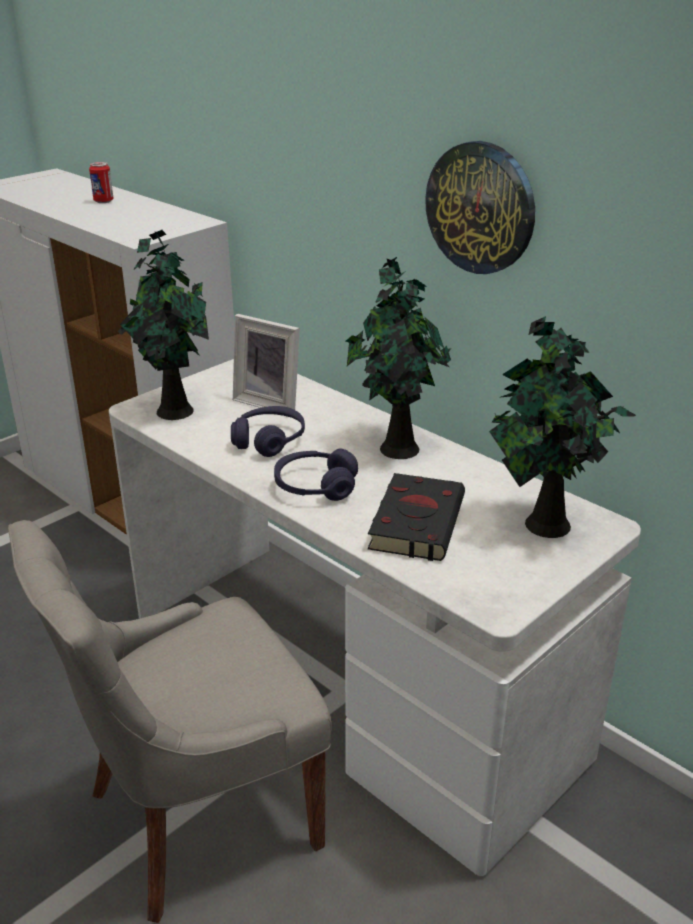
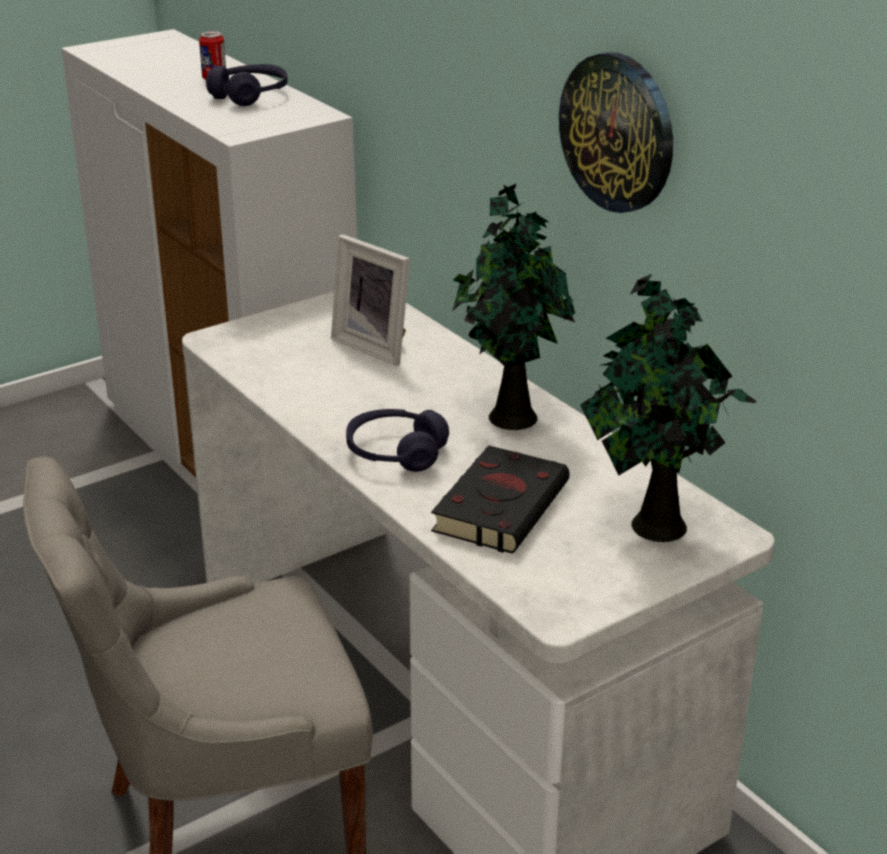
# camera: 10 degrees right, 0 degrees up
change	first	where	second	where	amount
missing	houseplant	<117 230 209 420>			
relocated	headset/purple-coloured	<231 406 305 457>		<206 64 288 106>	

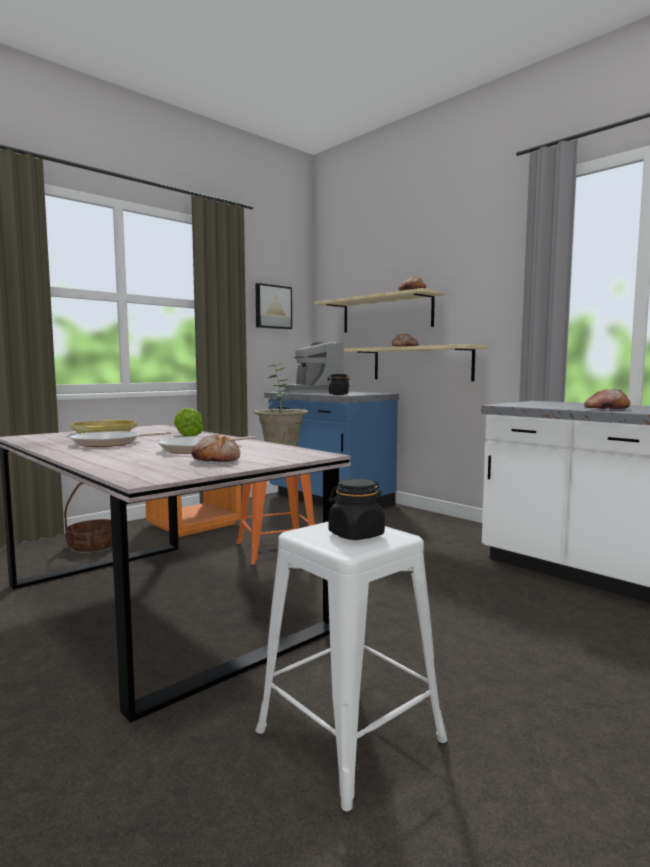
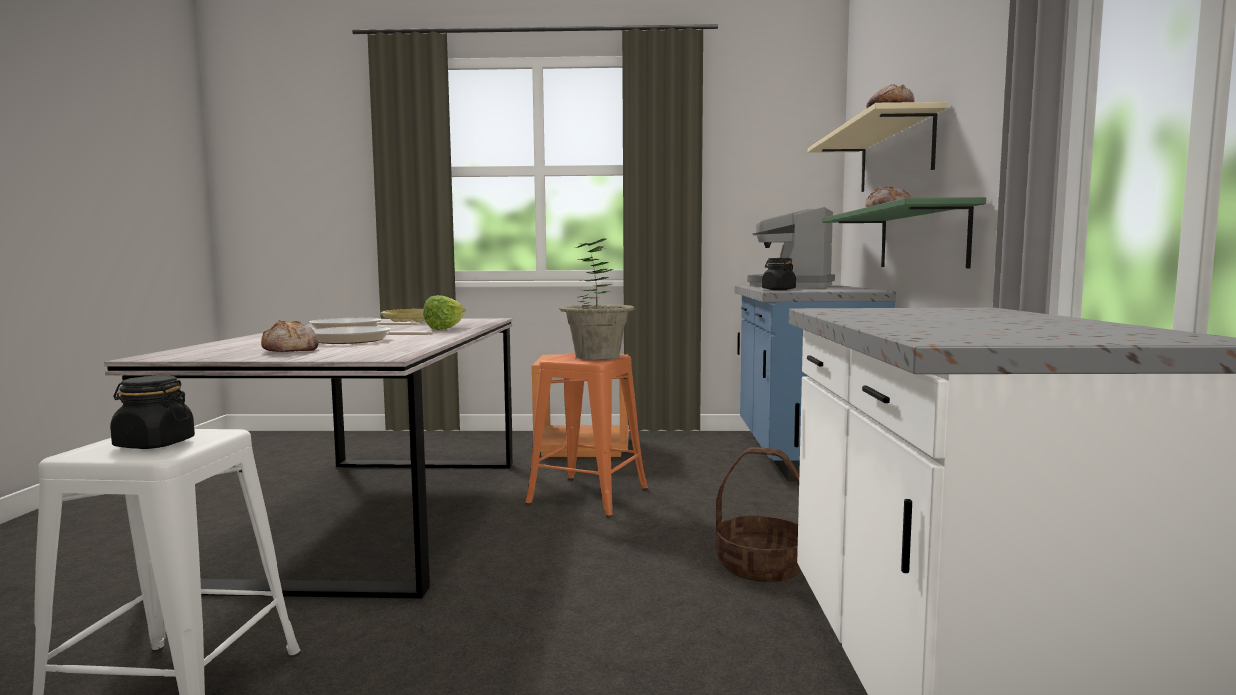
# camera: 45 degrees right, 0 degrees up
change	first	where	second	where	amount
missing	wall picture	<256 283 292 329>			
missing	baked bread	<584 389 630 409>			
relocated	storage basket	<64 482 112 552>		<716 447 801 582>	
colour	bracket shelf/beige	<344 344 487 381>	bracket shelf/green	<822 197 986 268>	

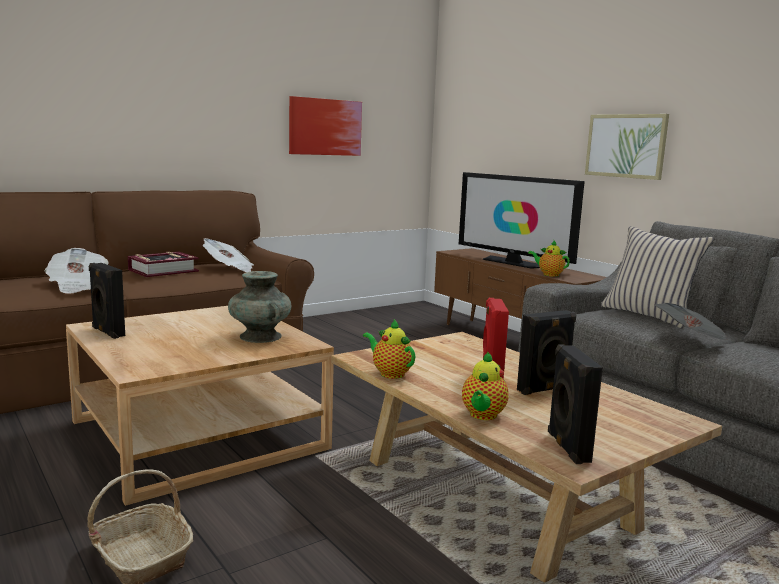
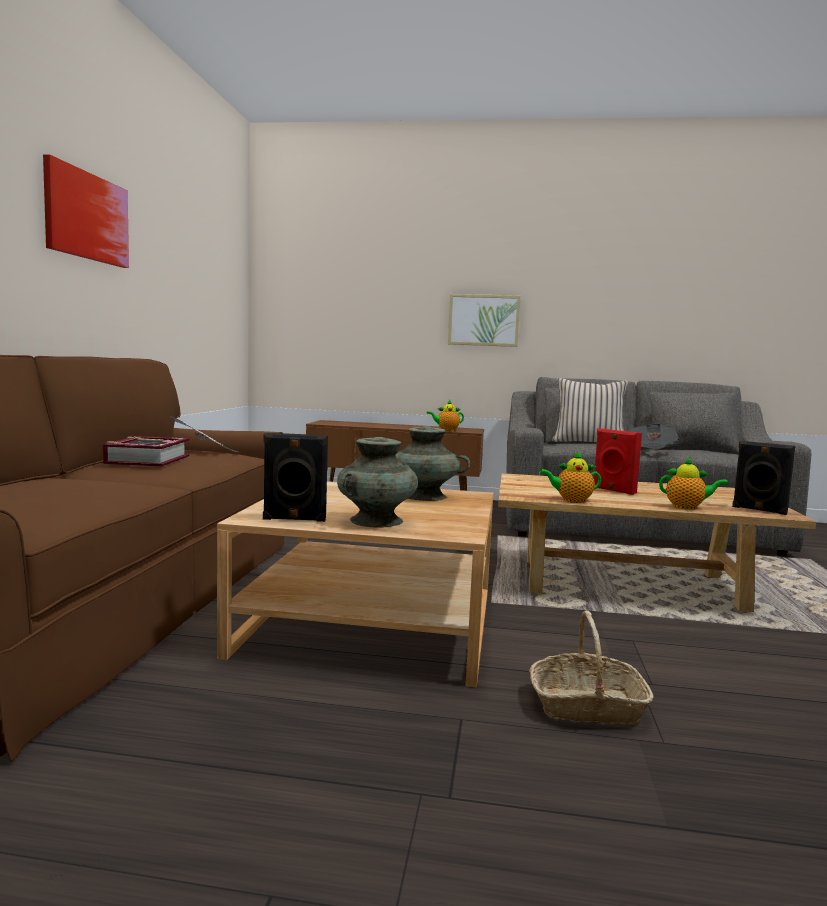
# camera: 45 degrees left, 5 degrees down
change	first	where	second	where	amount
missing	daily paper	<45 248 109 293>			
missing	television	<459 172 585 269>			
missing	speaker/blackish	<517 310 577 395>			
appeared			vase/blue-green	<337 437 418 528>	
relocated	wall picture	<289 96 362 156>		<43 154 129 268>	
spun	tea pot	<462 352 509 420>		<659 457 729 510>	45 degrees counterclockwise

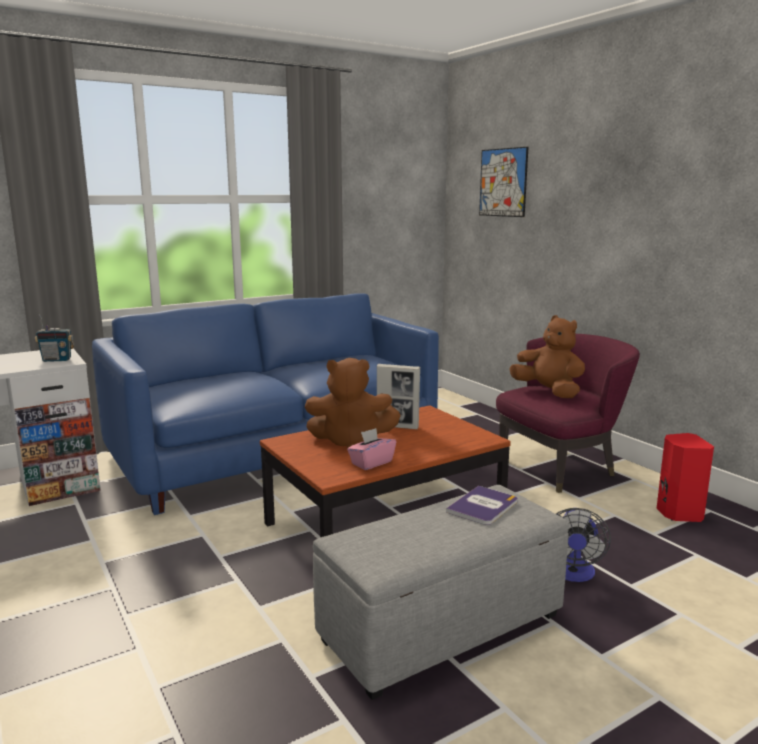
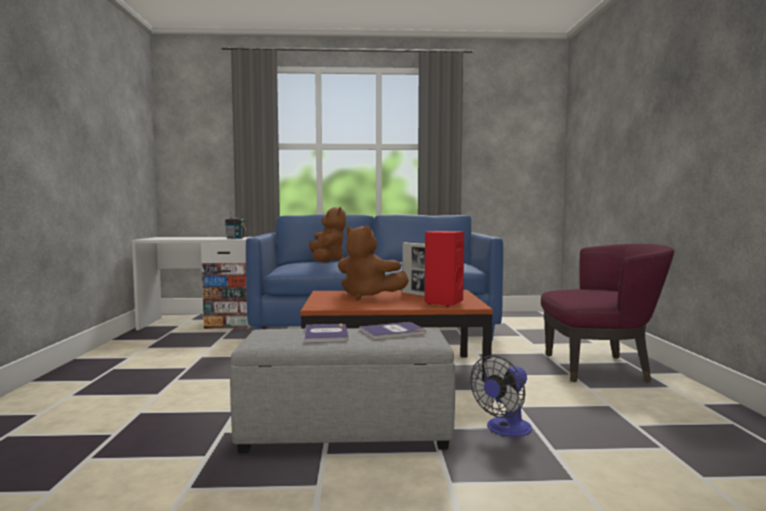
# camera: 30 degrees right, 10 degrees down
change	first	where	second	where	amount
missing	tissue box/pink-coloured	<347 428 396 470>			
missing	wall picture	<479 147 528 217>			
appeared			volume	<304 324 349 343>	
relocated	plush toy/brown	<509 315 585 398>		<309 206 346 262>	
relocated	speaker/reddish	<656 433 714 522>		<425 231 464 307>	

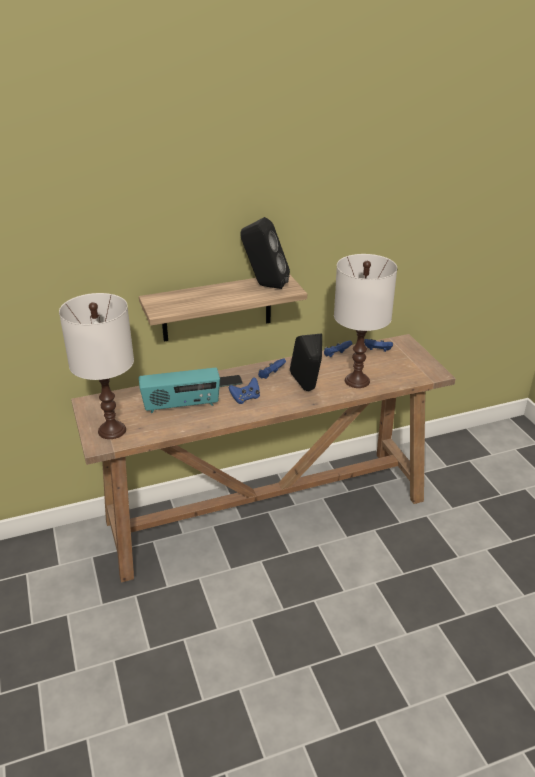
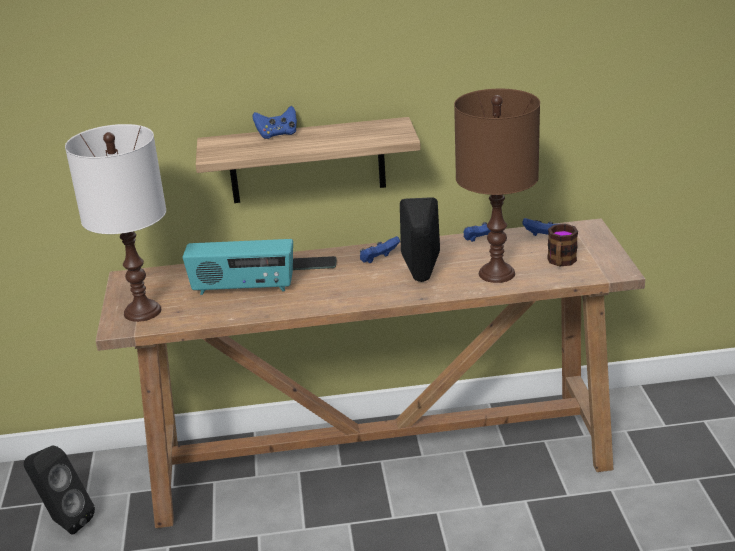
# camera: 15 degrees right, 5 degrees down
change	first	where	second	where	amount
appeared			mug	<547 224 578 266>	
relocated	gamepad/blue-coloured	<229 377 260 404>		<253 106 297 139>	
relocated	speaker/blackish	<240 217 290 289>		<24 445 95 534>	
colour	table lamp/white	<334 254 397 388>	table lamp/brown	<454 89 540 283>	

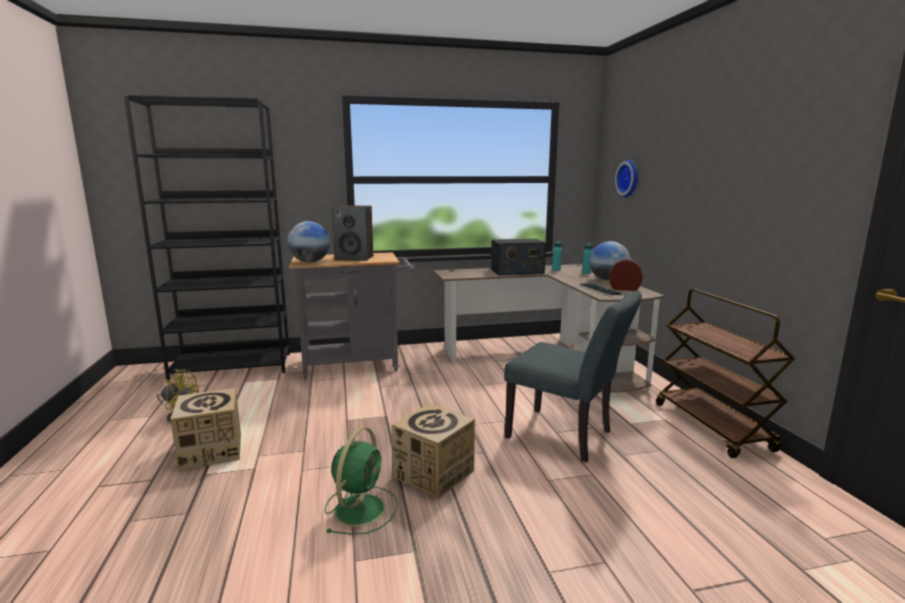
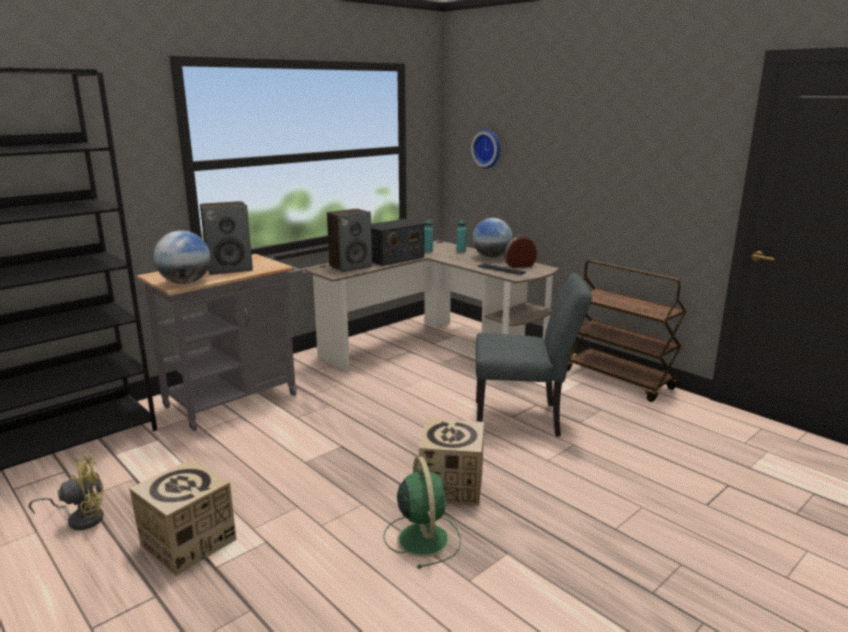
# camera: 30 degrees left, 5 degrees up
change	first	where	second	where	amount
appeared			speaker	<327 209 372 272>	

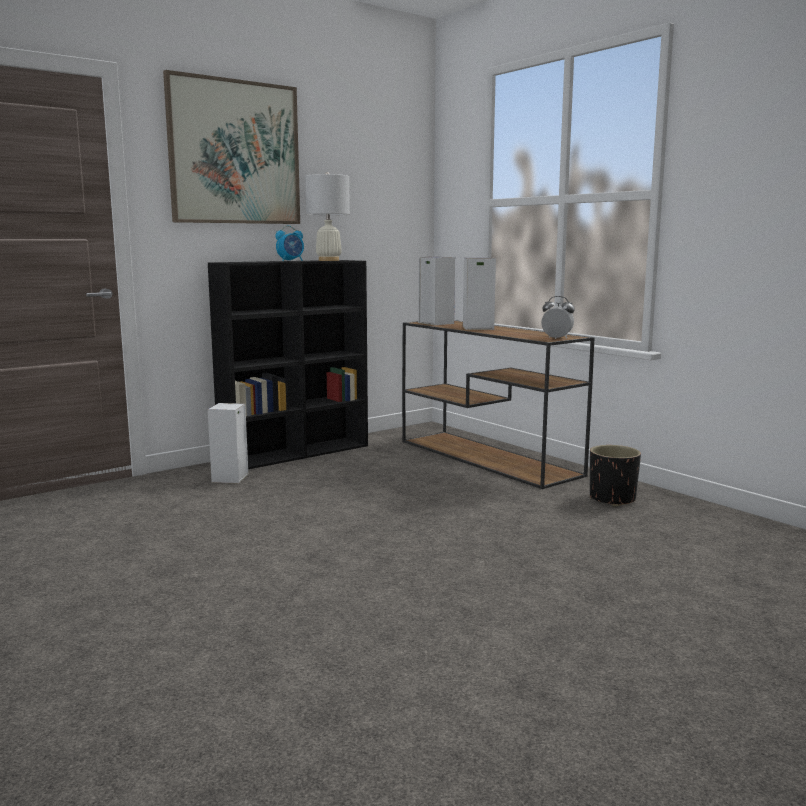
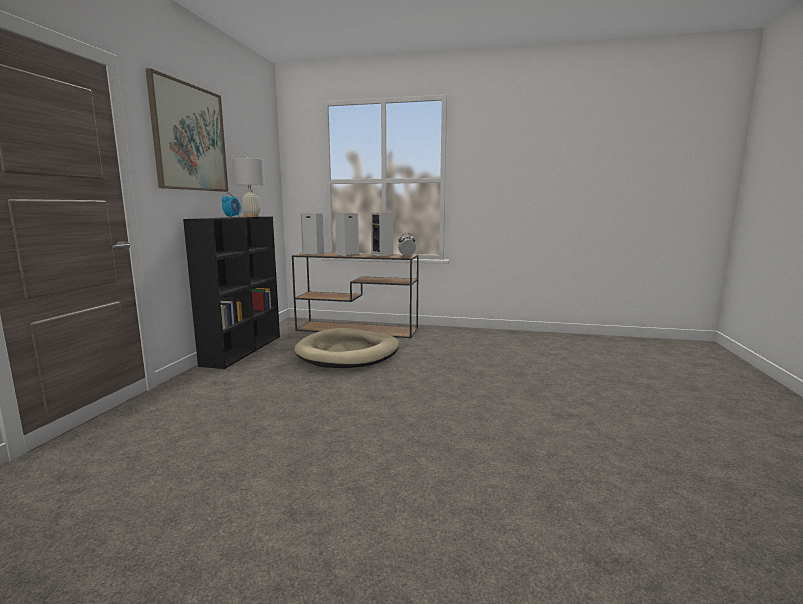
# camera: 40 degrees left, 0 degrees up
change	first	where	second	where	amount
missing	flower pot/blackish	<590 445 641 507>			
appeared			dog cushion/beige	<294 328 399 368>	
relocated	speaker	<208 403 248 483>		<371 214 393 256>	

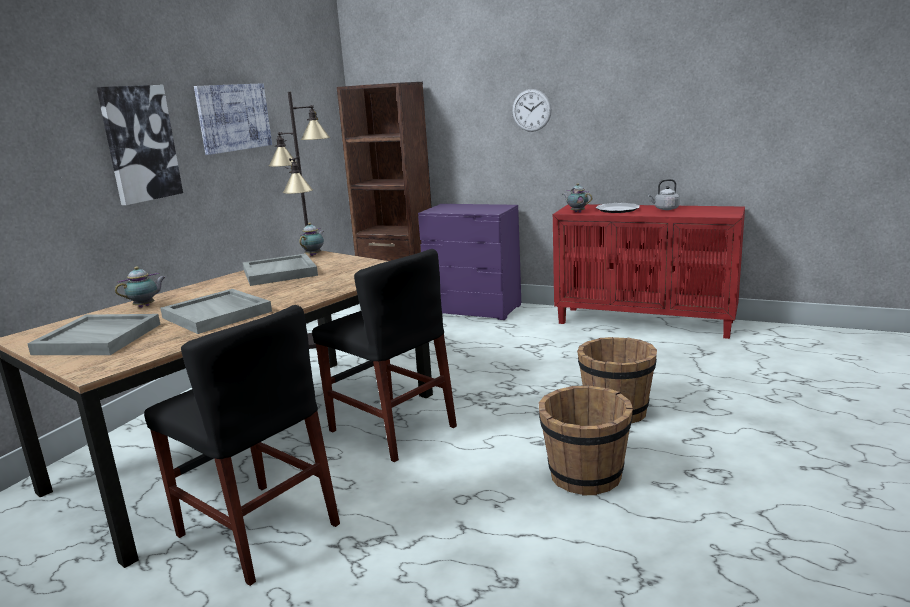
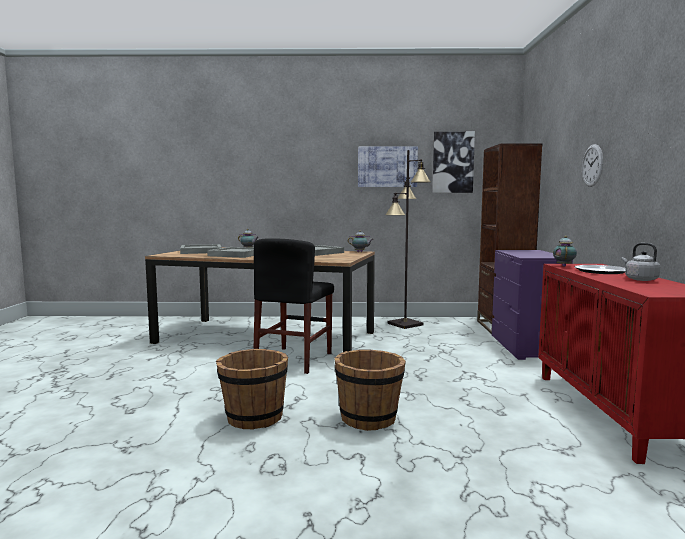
# camera: 65 degrees right, 10 degrees down
change	first	where	second	where	amount
missing	upright chair/blackish	<144 305 340 586>			
relocated	wall picture	<96 85 183 205>		<433 132 475 193>	

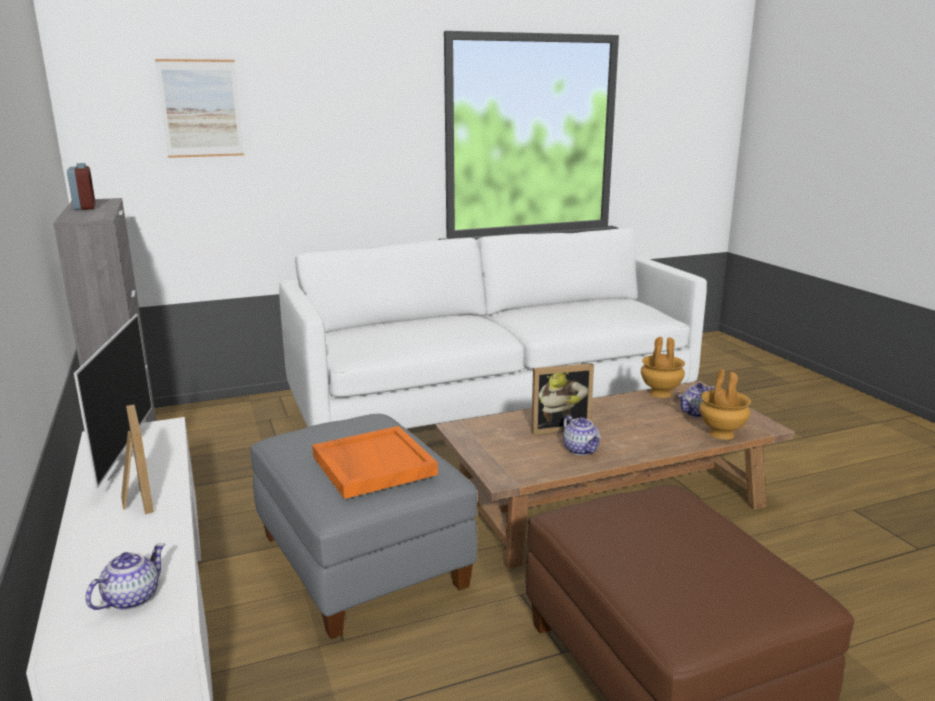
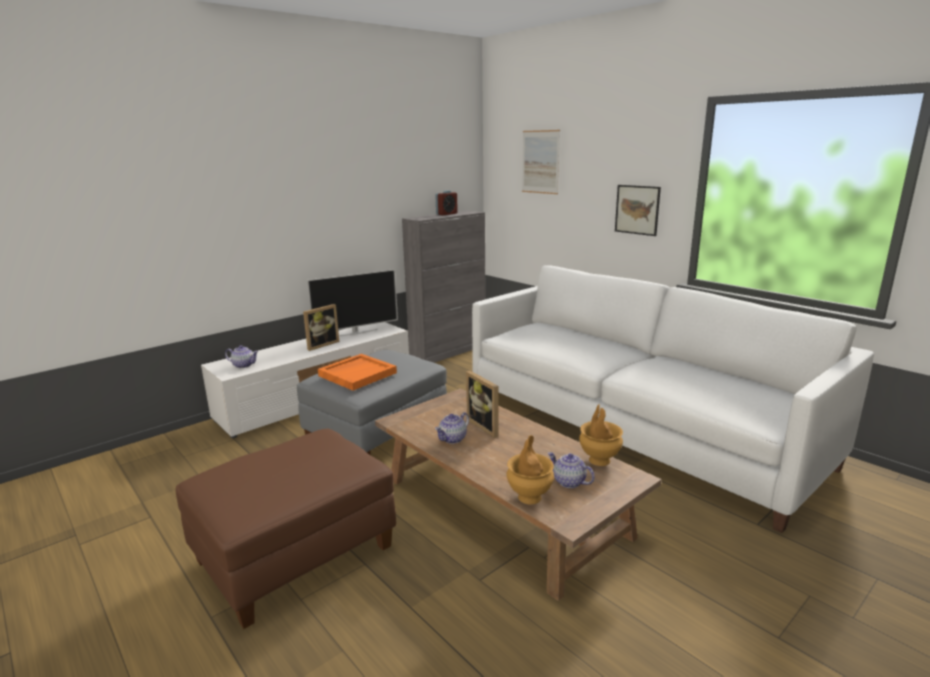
# camera: 70 degrees right, 0 degrees up
change	first	where	second	where	amount
appeared			wall picture	<615 185 661 236>	

